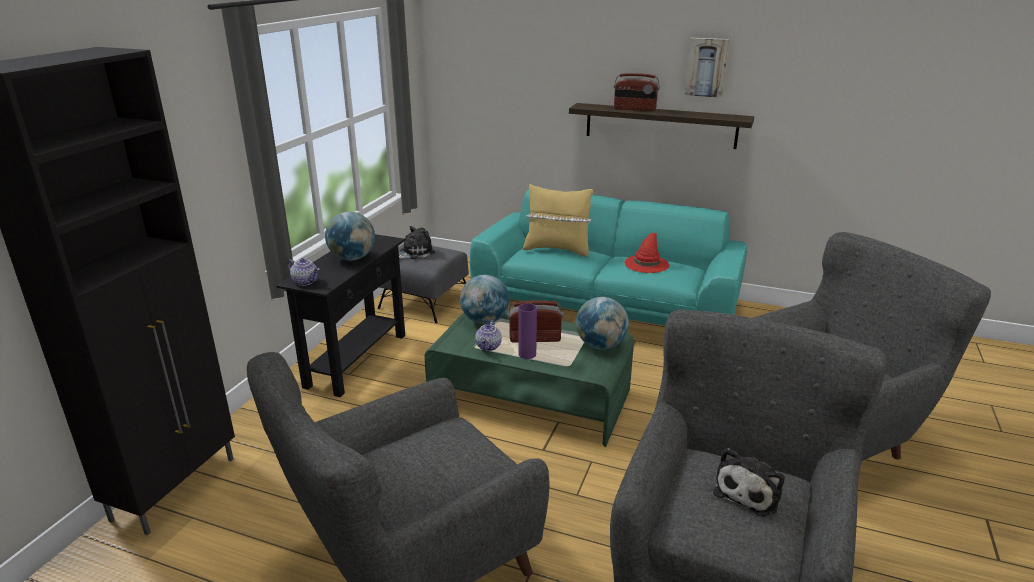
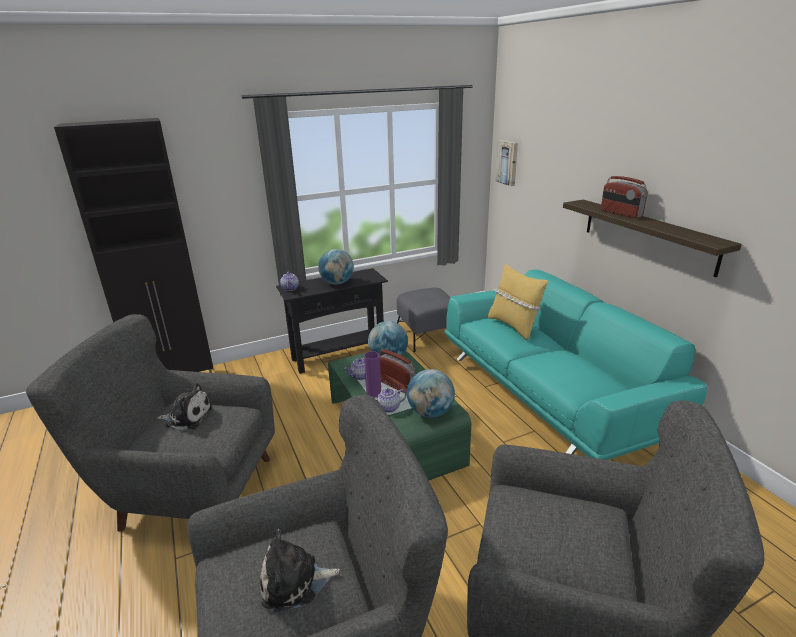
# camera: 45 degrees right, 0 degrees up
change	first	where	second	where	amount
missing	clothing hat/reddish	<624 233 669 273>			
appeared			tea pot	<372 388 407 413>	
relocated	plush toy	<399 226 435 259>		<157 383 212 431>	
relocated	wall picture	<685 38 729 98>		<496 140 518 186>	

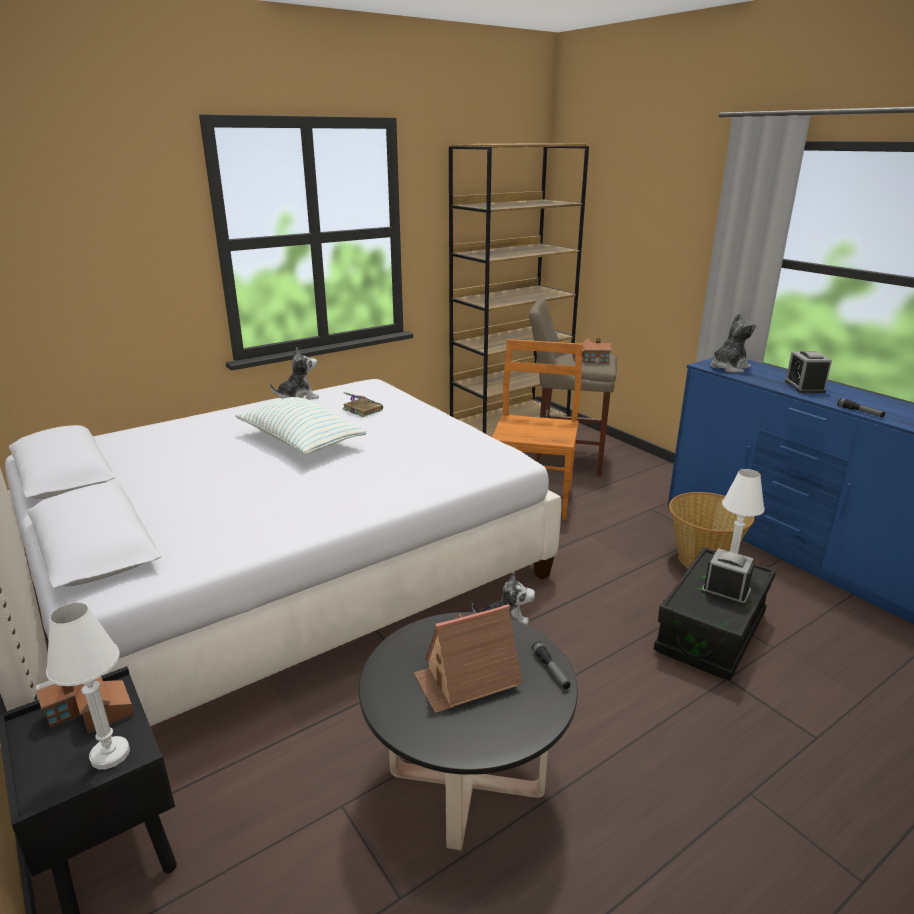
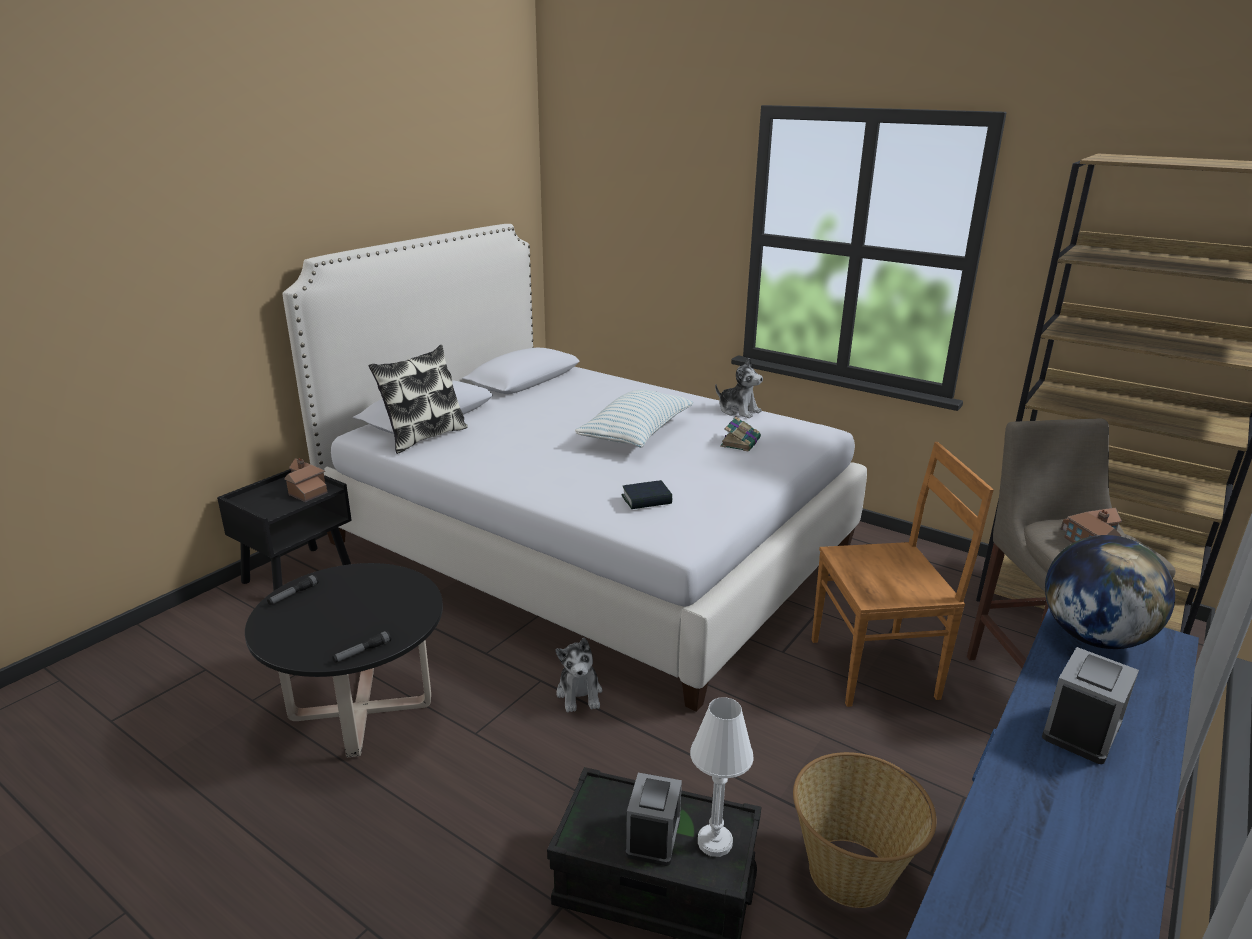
# camera: 70 degrees right, 0 degrees up
change	first	where	second	where	amount
missing	table lamp/white	<46 602 130 770>			
missing	toy house	<414 604 522 713>			
appeared			cushion	<368 345 468 454>	
appeared			volume	<621 480 672 509>	
relocated	flashlight	<838 398 885 417>		<267 574 318 605>	
exchanged	plush toy	<711 313 756 373>	globe	<1045 535 1175 649>	
spun	table clock	<785 351 832 393>		<1042 647 1139 764>	150 degrees clockwise

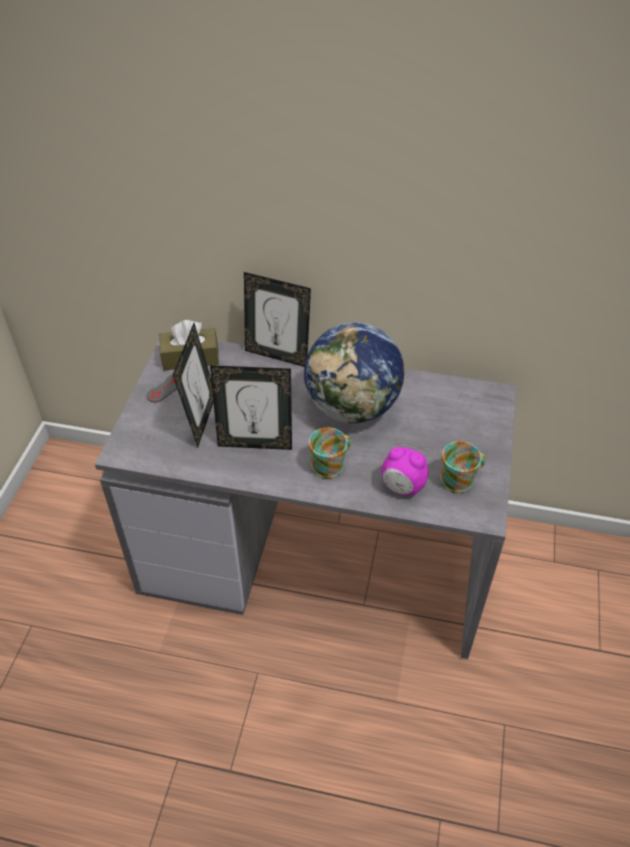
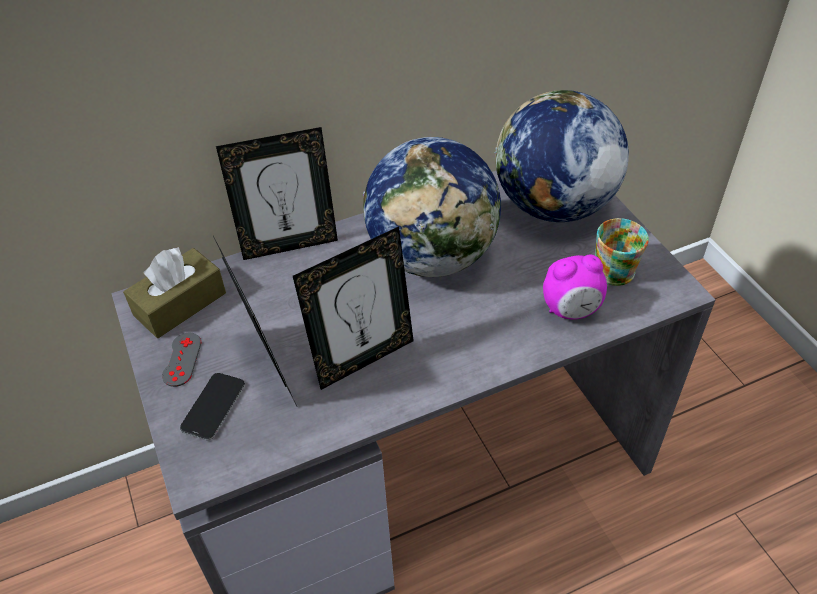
# camera: 35 degrees left, 0 degrees up
change	first	where	second	where	amount
missing	mug	<309 427 351 478>			
appeared			phone	<180 373 245 440>	
appeared			globe	<494 90 629 222>	

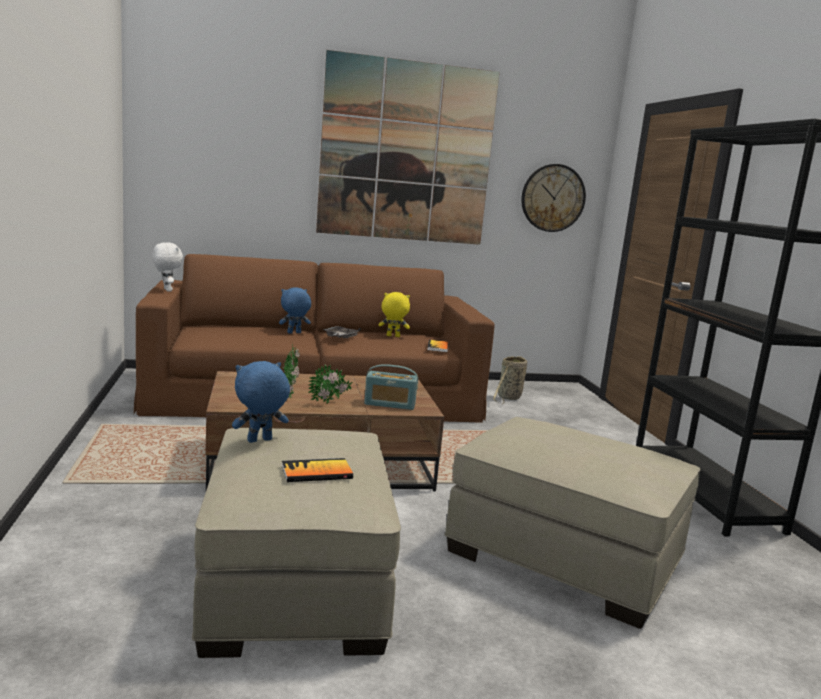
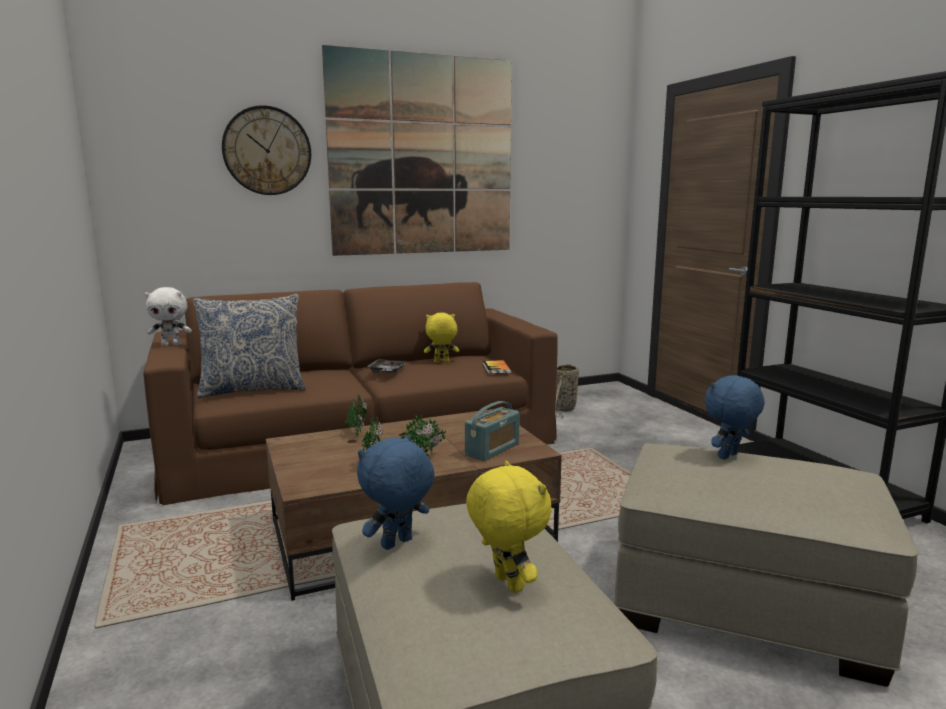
# camera: 10 degrees left, 0 degrees up
change	first	where	second	where	amount
appeared			cushion	<193 294 306 398>	
relocated	plush toy/blue-coloured	<279 288 311 334>		<705 375 765 459>	
relocated	clock on the wall	<521 164 586 232>		<222 105 311 195>	
exchanged	volume	<282 458 353 482>	plush toy/yellowish	<466 461 552 593>	
spun	plush toy/white	<152 242 183 292>		<145 287 192 346>	120 degrees clockwise
spun	radio set	<364 364 418 410>		<465 401 520 461>	45 degrees counterclockwise

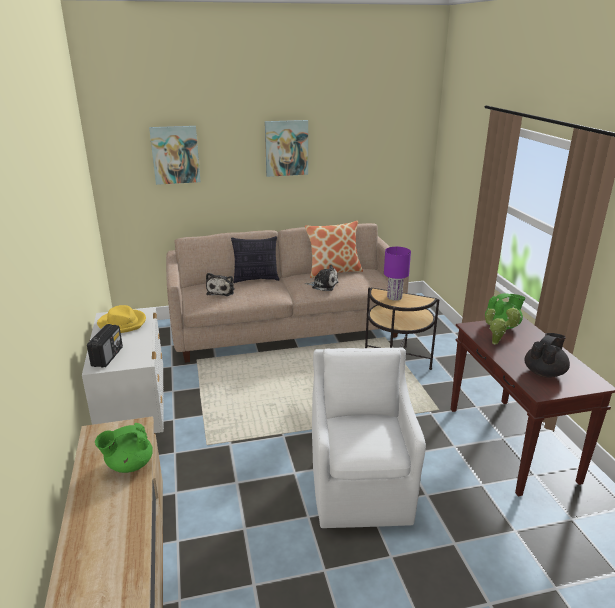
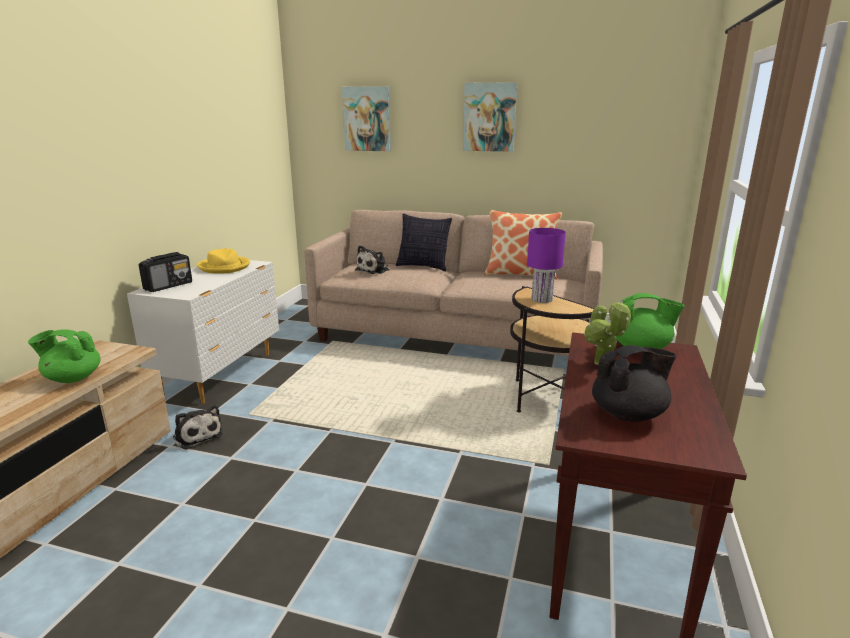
# camera: 30 degrees right, 5 degrees down
change	first	where	second	where	amount
missing	armchair/white	<312 347 426 528>			
relocated	plush toy	<305 265 338 291>		<173 405 223 450>	

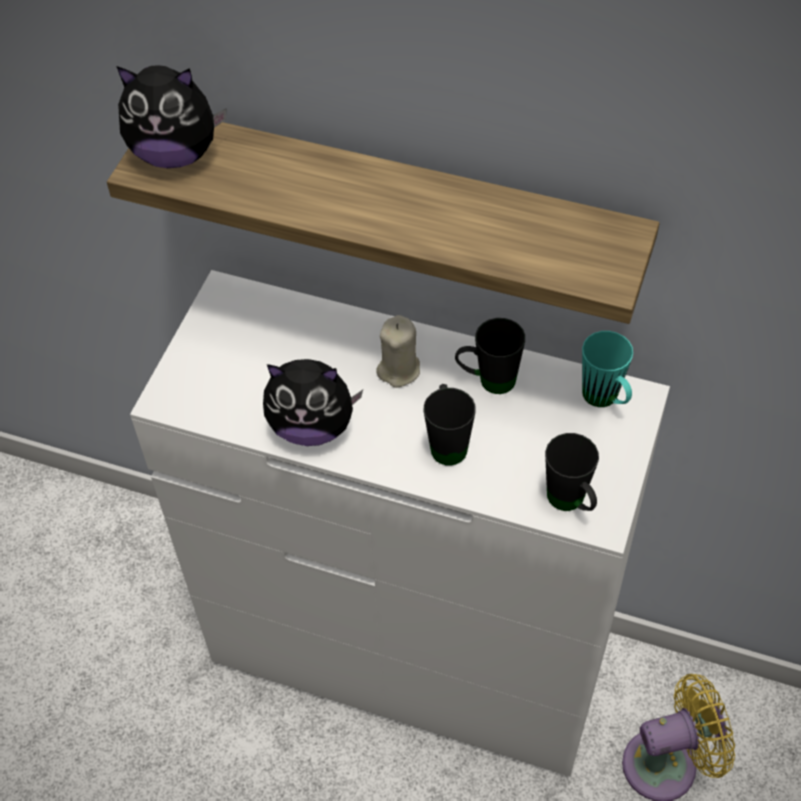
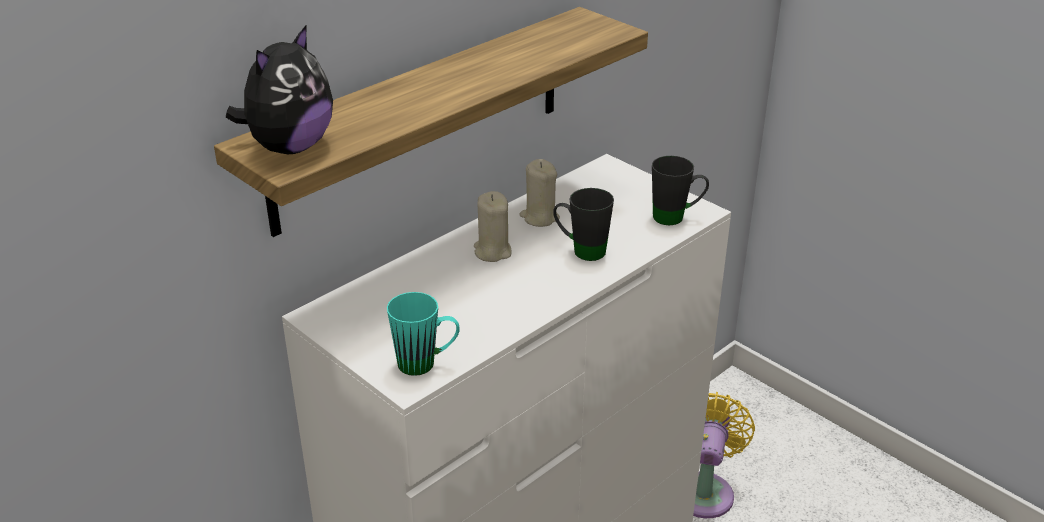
# camera: 65 degrees left, 20 degrees down
change	first	where	second	where	amount
missing	plush toy	<263 359 363 446>			
relocated	mug/blue-green	<582 331 633 407>		<387 292 460 376>	
exchanged	mug/blackish	<455 318 525 394>	candle/beige	<520 159 560 227>	

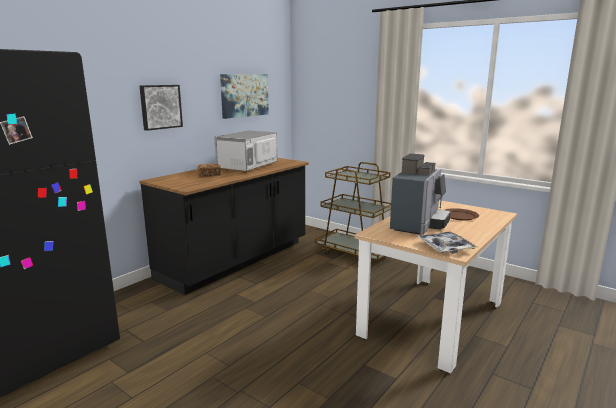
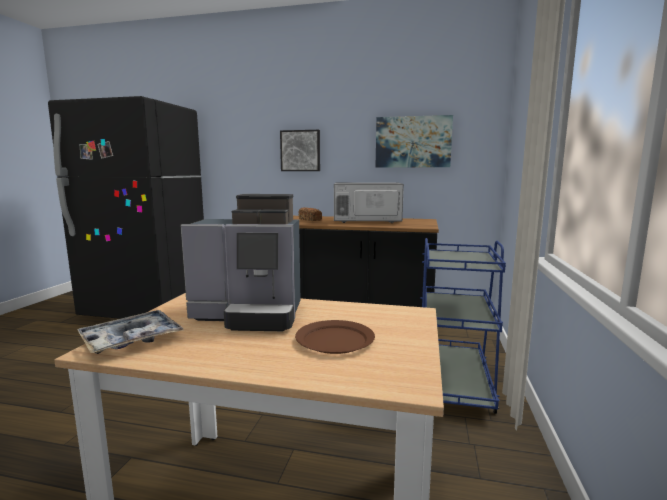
# camera: 65 degrees right, 5 degrees down
change	first	where	second	where	amount
colour	trolley/brown	<315 162 391 261>	trolley/blue-coloured	<420 238 506 414>	

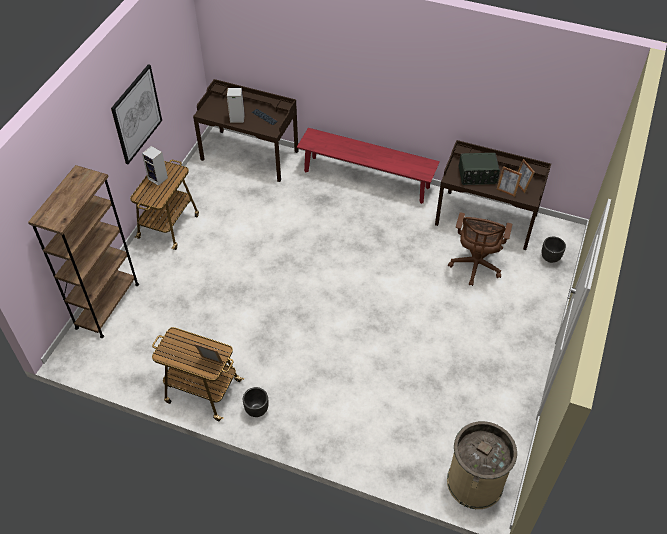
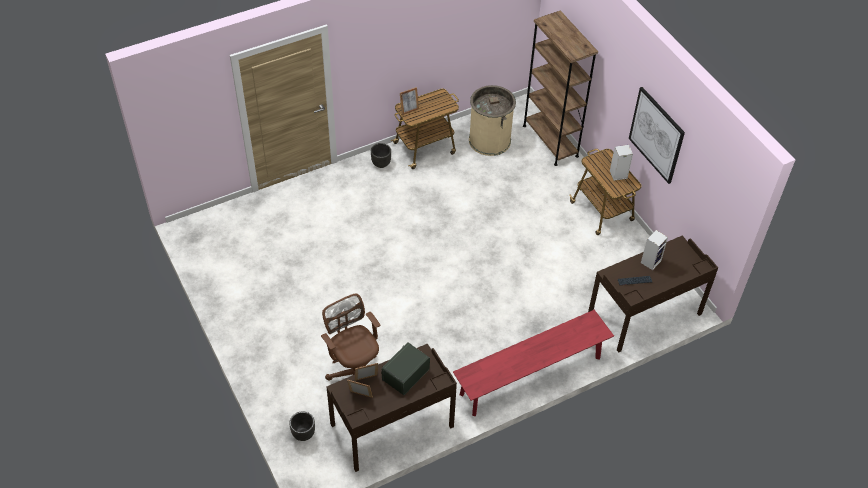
# camera: 130 degrees right, 0 degrees up
change	first	where	second	where	amount
relocated	trash can/beige	<447 421 517 509>		<469 85 516 156>	

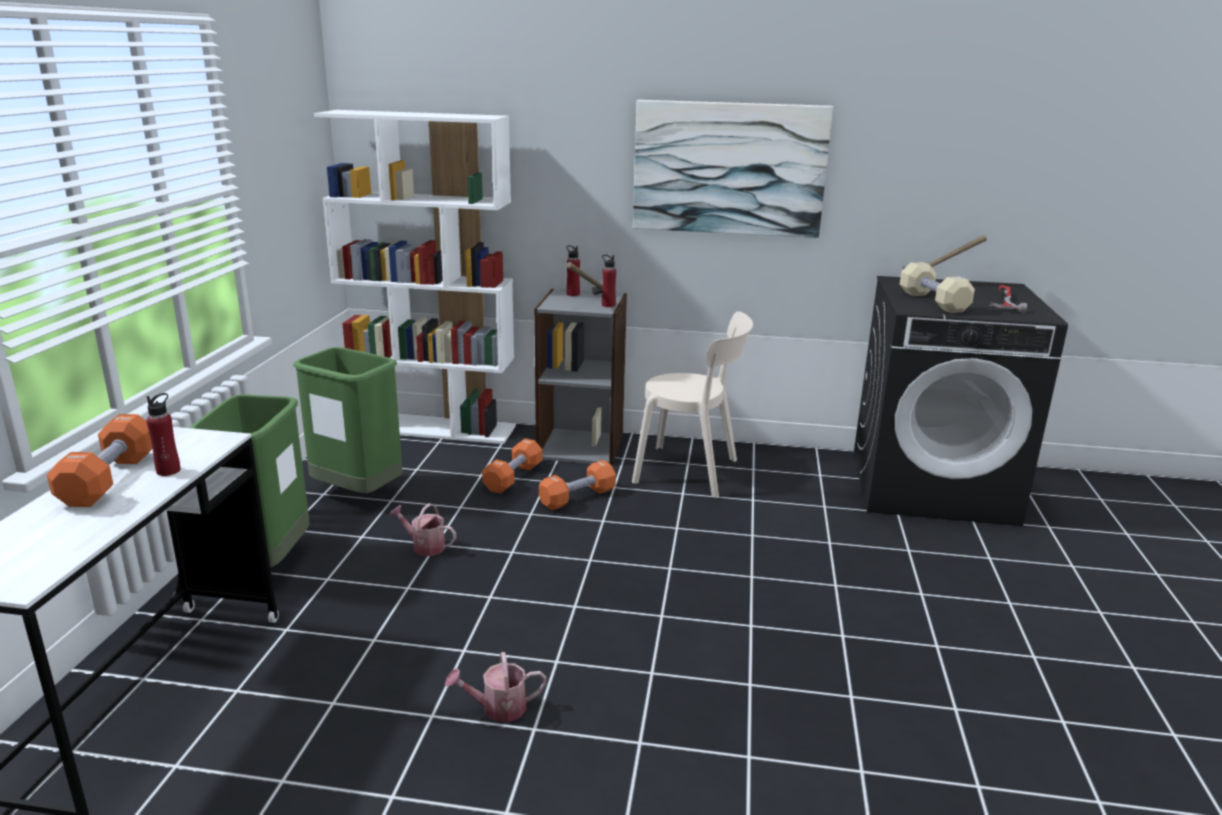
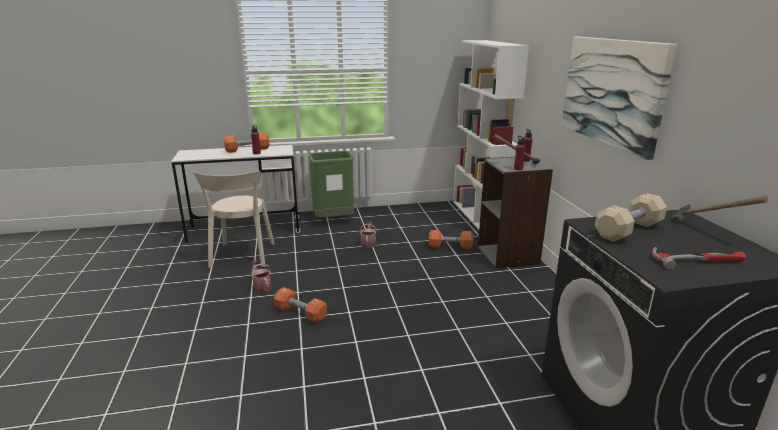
# camera: 70 degrees right, 0 degrees up
change	first	where	second	where	amount
missing	trash can/green	<293 347 403 493>			
relocated	free weight/orange-coloured	<539 460 616 510>		<274 287 327 323>	
relocated	upright chair/beige	<632 311 753 498>		<193 171 275 268>	

